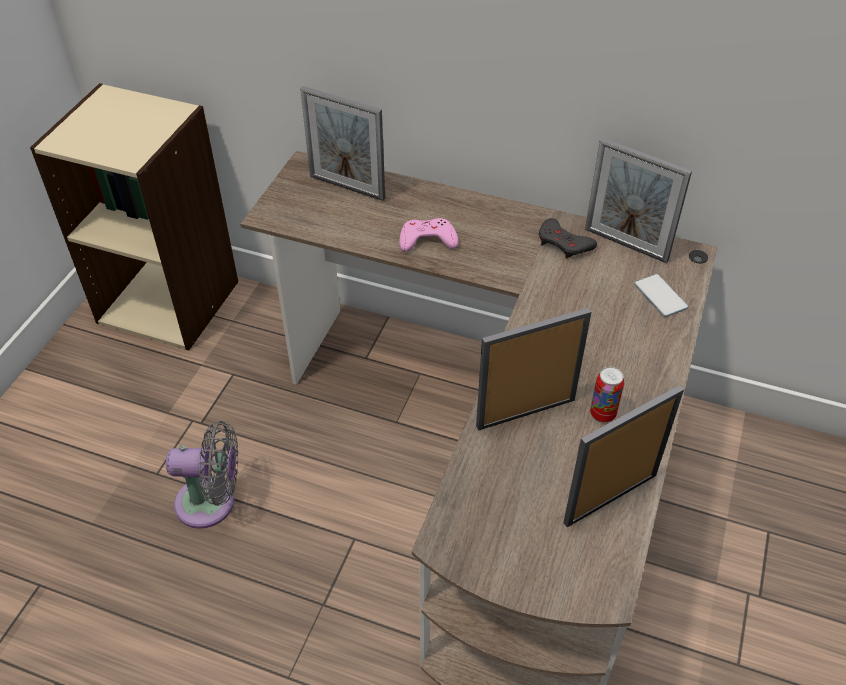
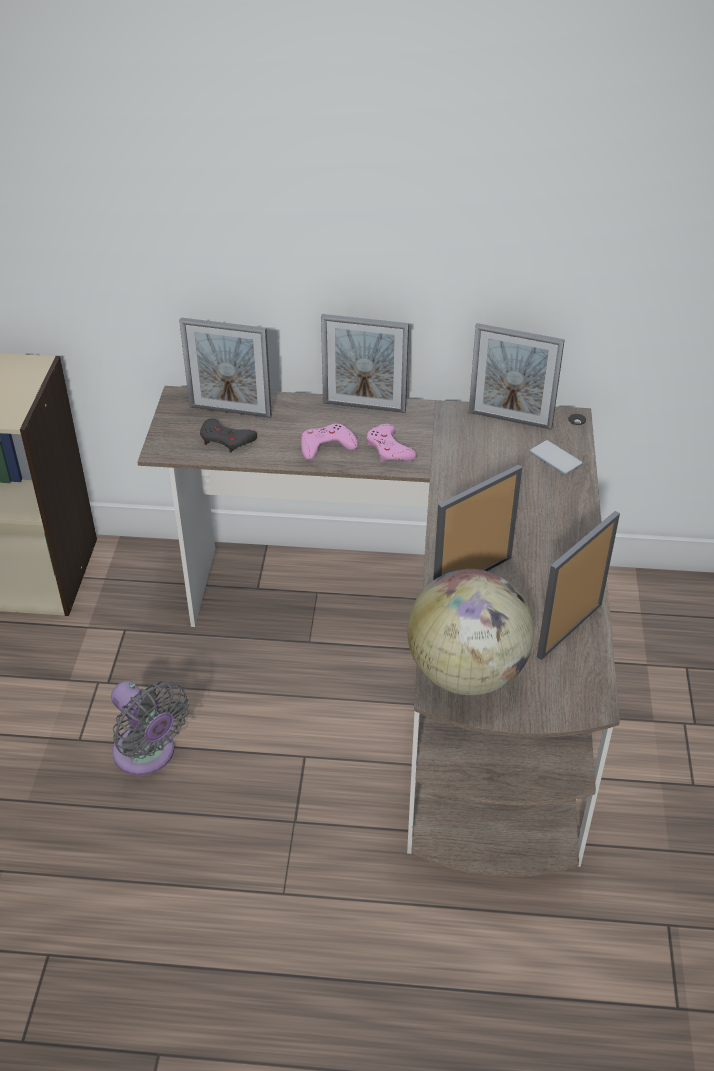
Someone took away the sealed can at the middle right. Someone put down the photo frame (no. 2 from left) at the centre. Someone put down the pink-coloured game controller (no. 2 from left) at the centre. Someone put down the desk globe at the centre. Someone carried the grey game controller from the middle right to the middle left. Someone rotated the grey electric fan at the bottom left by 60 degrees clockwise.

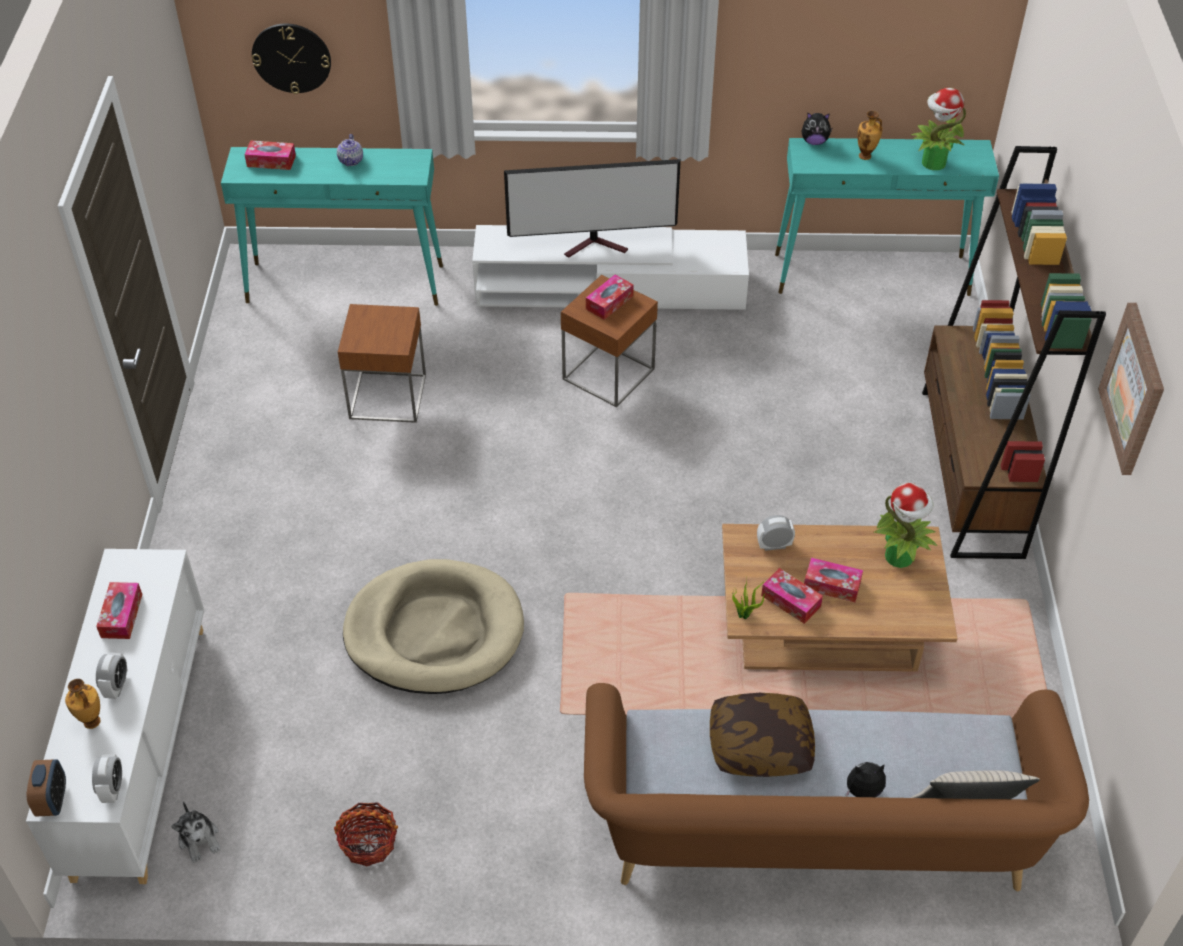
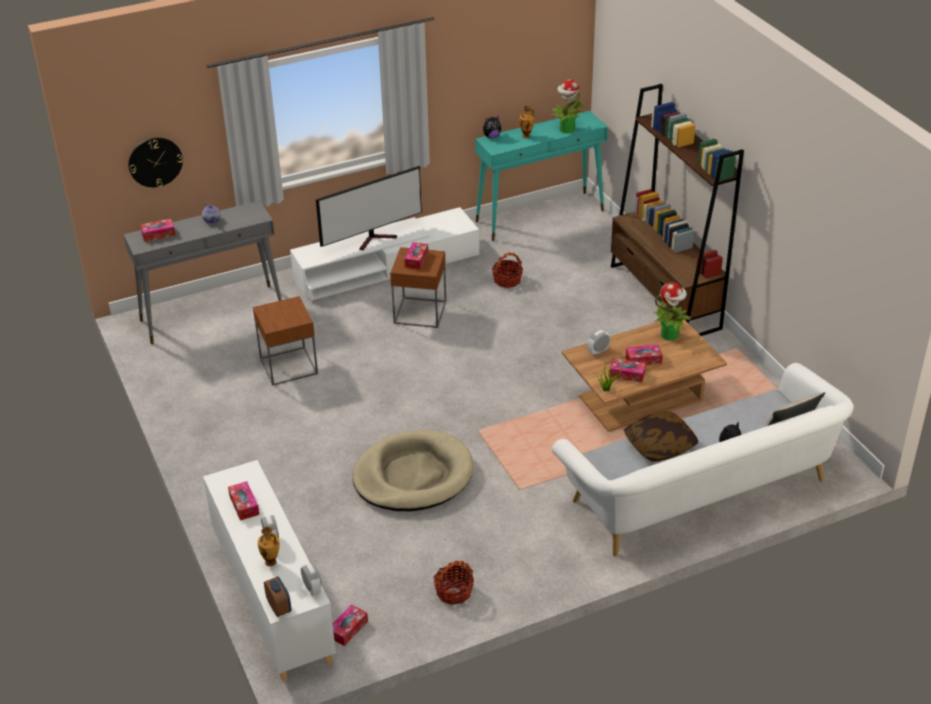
Someone took away the wall art at the middle right. Someone put down the basket (no. 2 from left) at the centre. Someone swapped the soft toy (no. 1 from left) at the bottom left for the box of tissues (no. 3 from left) at the bottom centre. Someone repainted the turquoise hall table (no. 1 from left) at the top left, which became the grey hall table at the middle left. Someone repainted the brown-coloured settee at the bottom right, which became the white-coloured settee at the middle right.

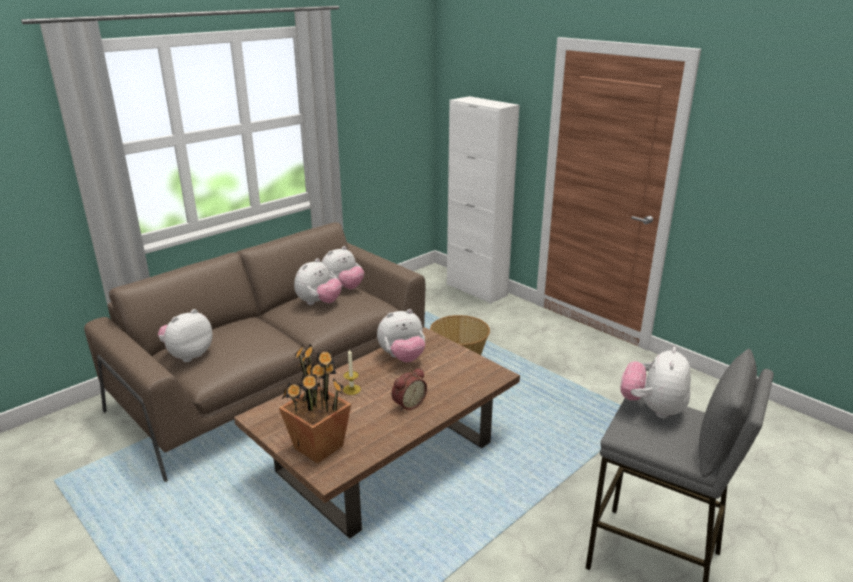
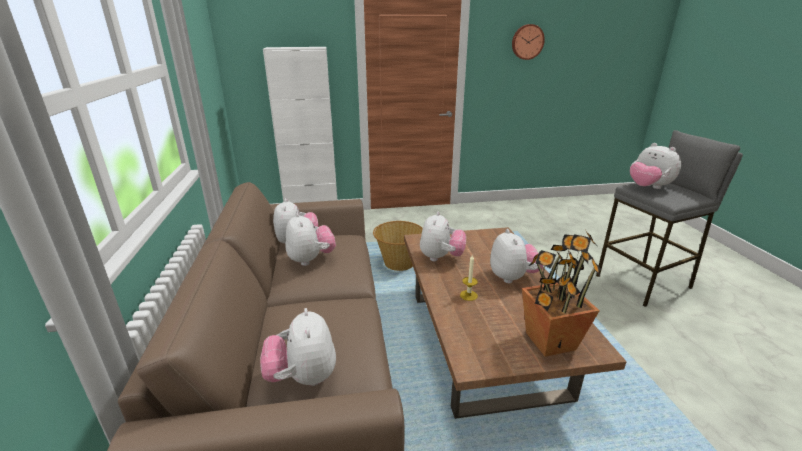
Someone put up the hanging clock at the top centre. Someone swapped the bedside clock at the bottom centre for the soft toy (no. 5 from left) at the centre.

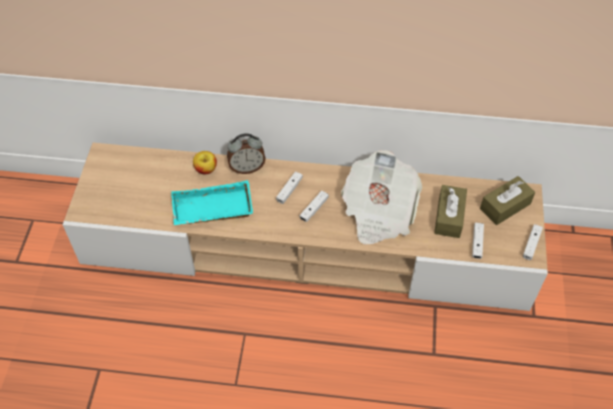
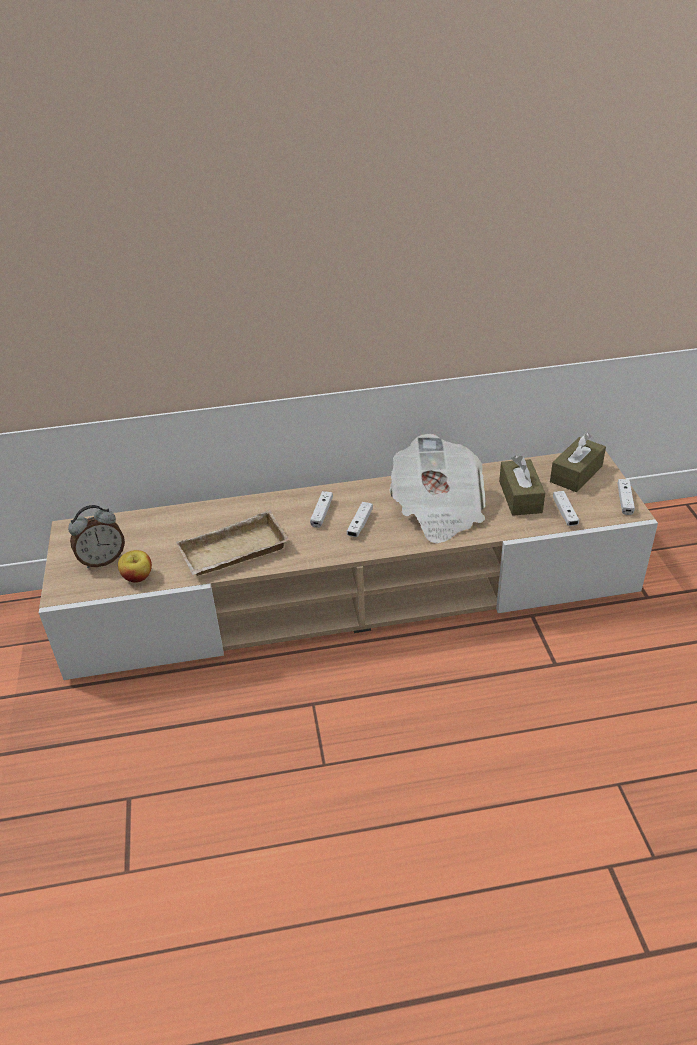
Someone carried the apple from the centre to the middle left. Someone carried the bedside clock from the centre to the middle left. Someone repainted the turquoise carrying tray at the centre, which became the beige carrying tray at the centre.

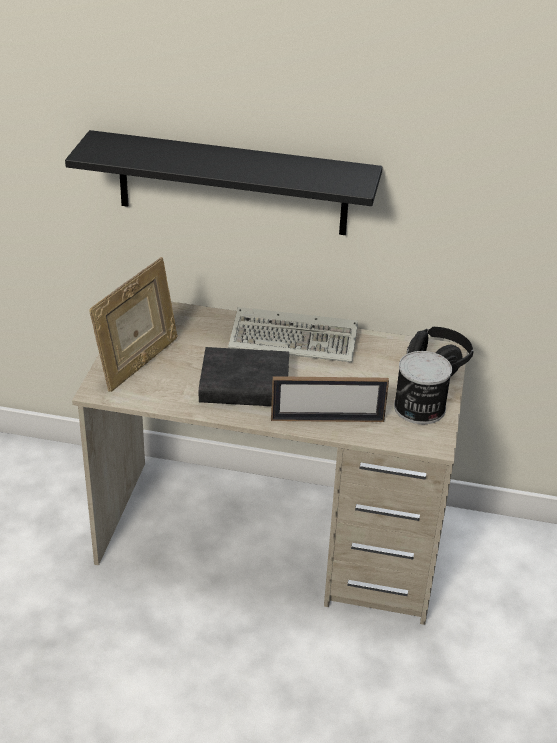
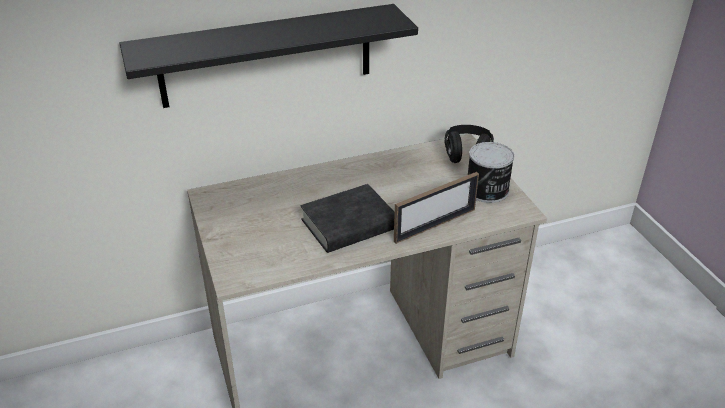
Someone took away the photo frame (no. 1 from left) at the middle left. Someone took away the PC keyboard at the centre.

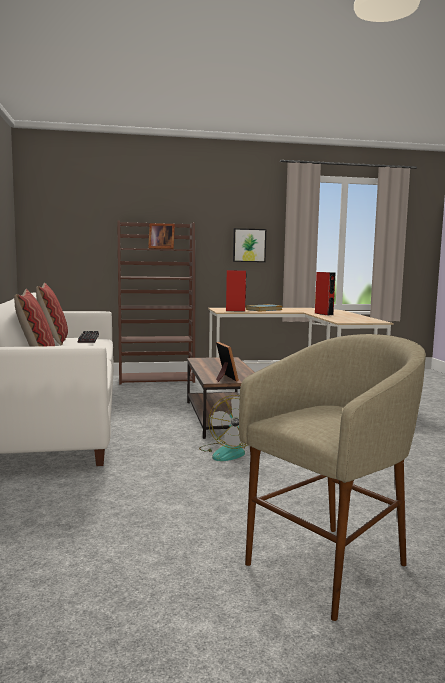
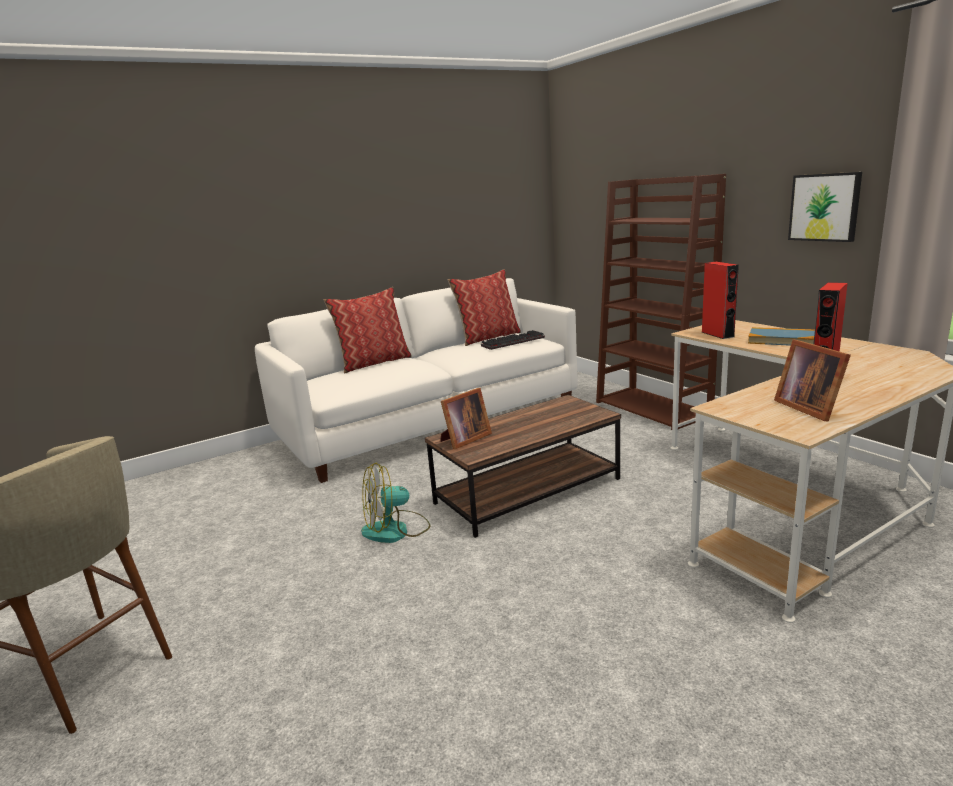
Someone carried the photo frame (no. 1 from left in the first image) from the centre to the middle right.

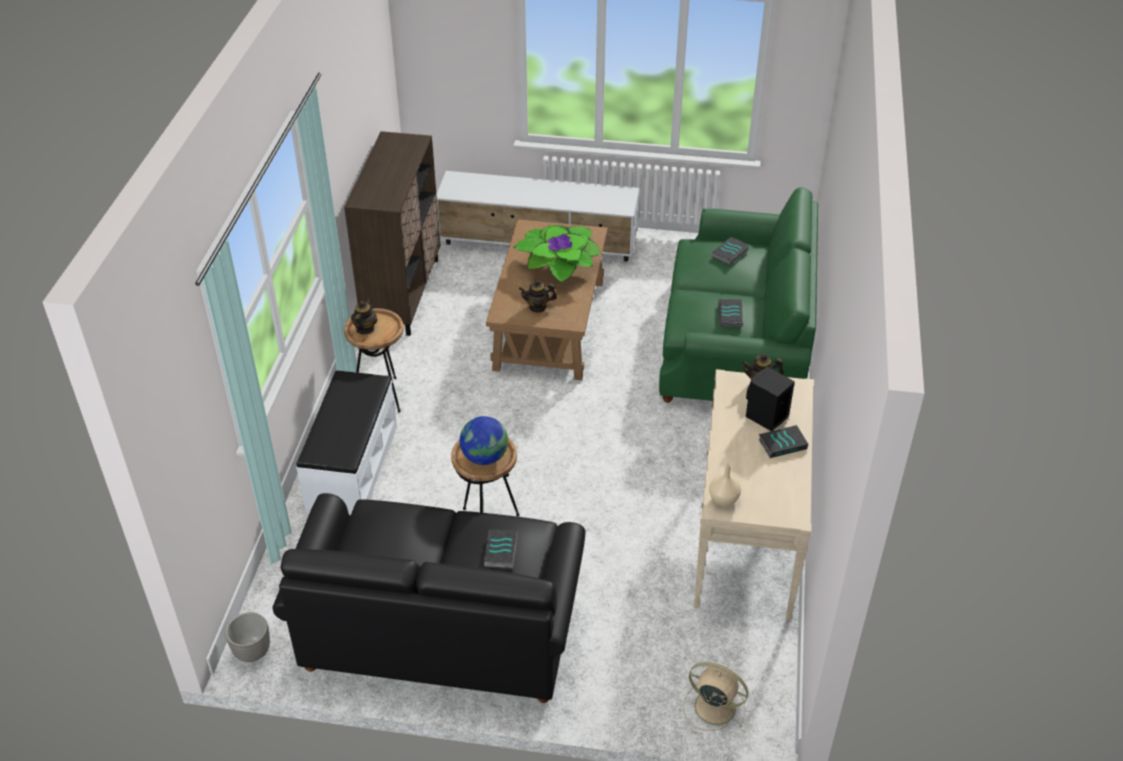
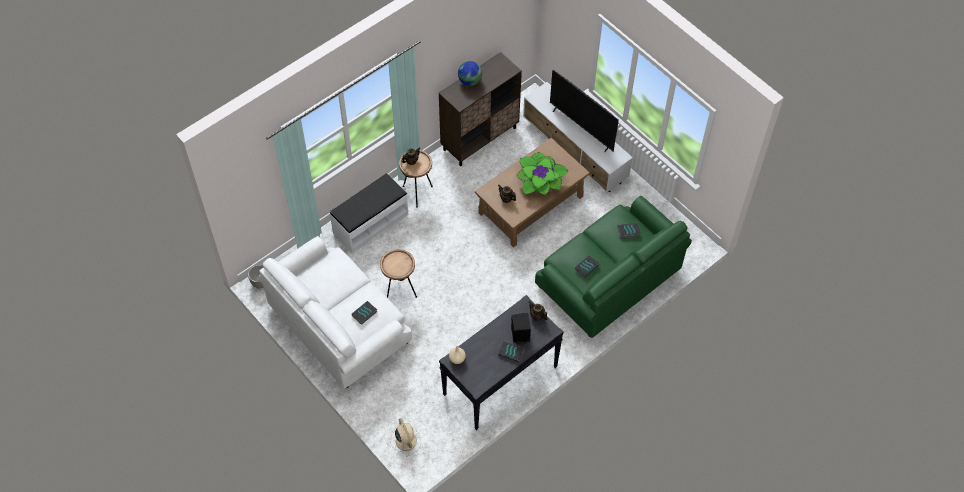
Someone put down the TV set at the top centre. Someone carried the desk globe from the centre to the top centre. Someone repainted the black settee at the bottom centre, which became the white-coloured settee at the centre. Someone repainted the beige hall table at the middle right, which became the black hall table at the bottom centre.

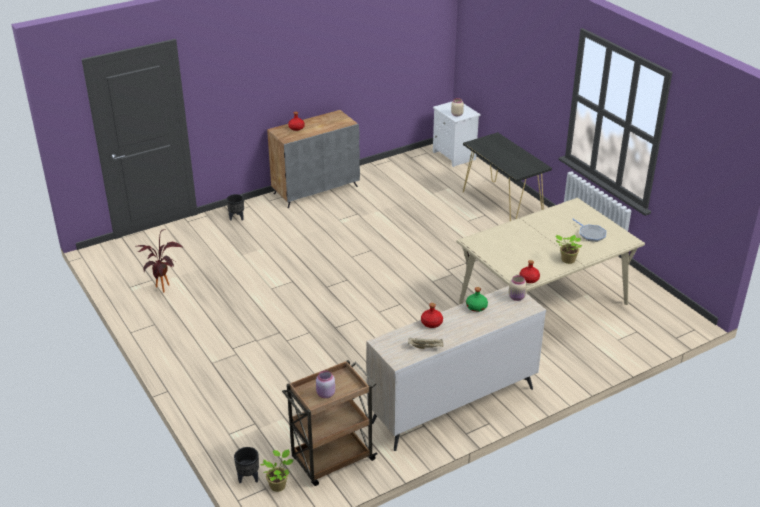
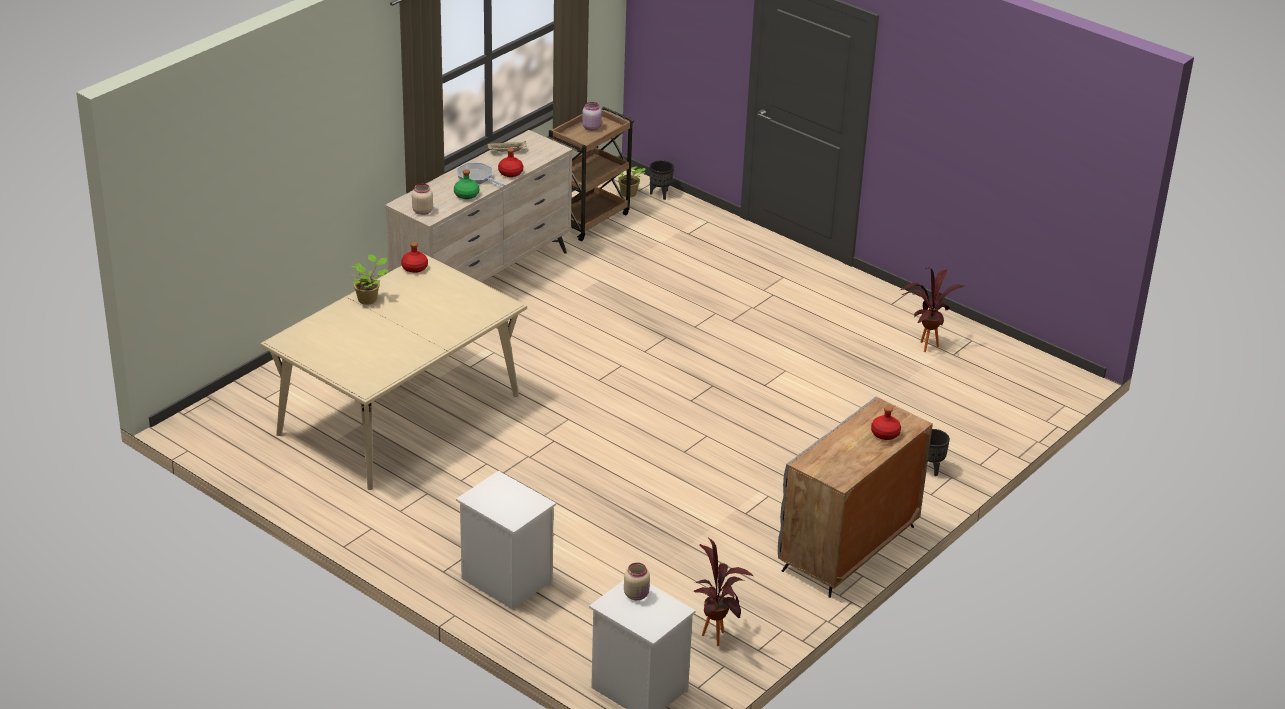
Someone put down the houseplant (no. 3 from left) at the bottom centre. Someone carried the skillet from the middle right to the top centre. Someone swapped the black hall table at the middle right for the white-coloured night table (no. 1 from left) at the bottom centre.

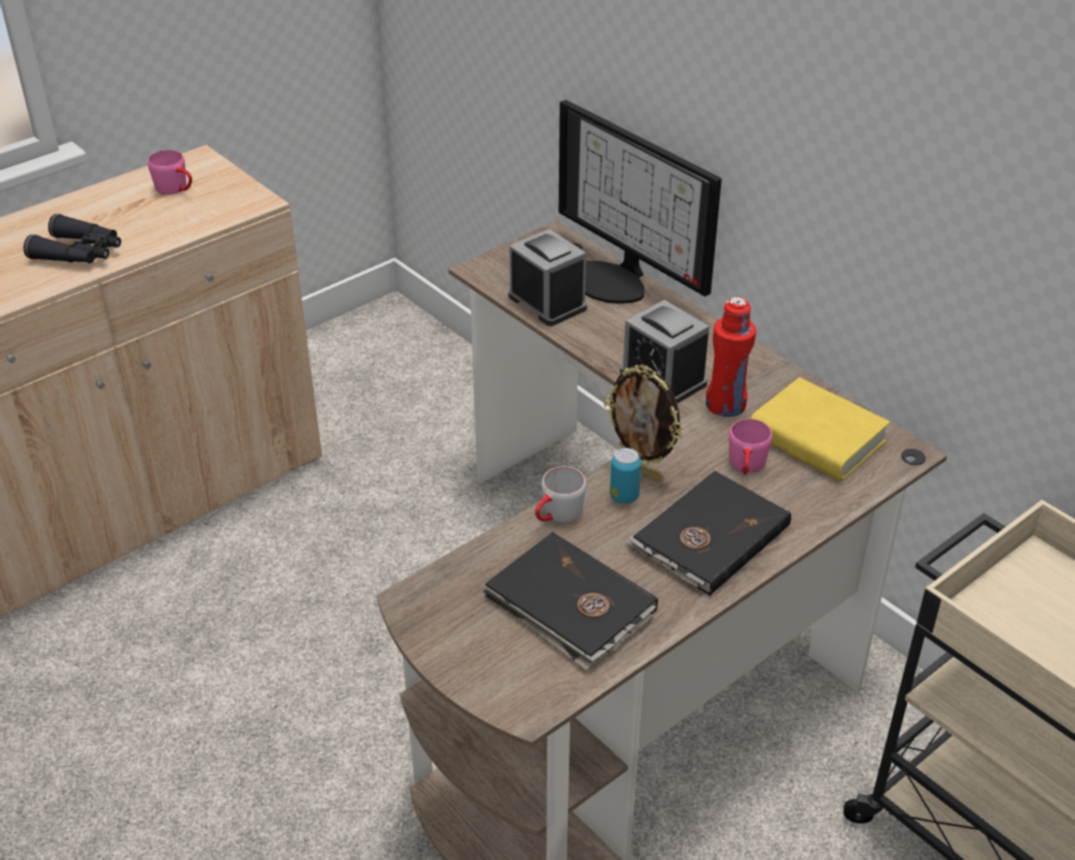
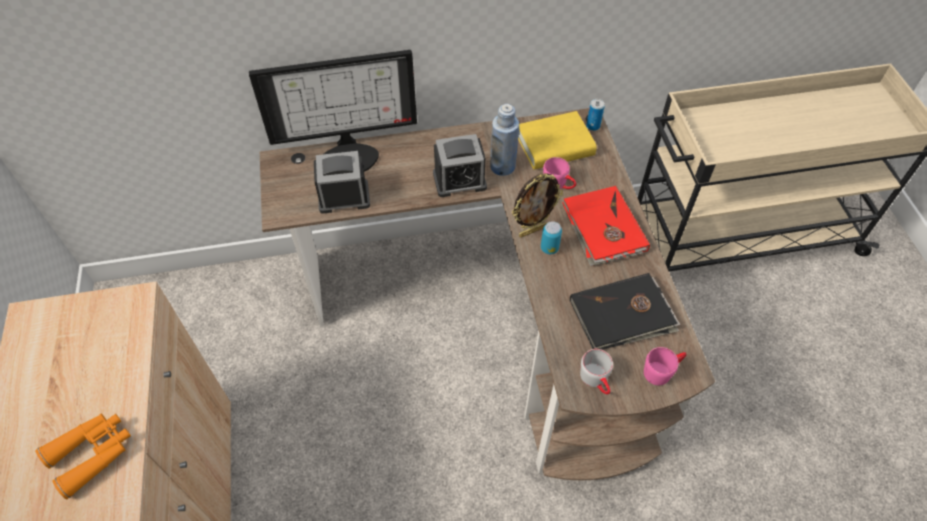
Someone put down the sealed can (no. 2 from left) at the top centre. Someone carried the pink-coloured tea mug (no. 1 from left in the first image) from the top left to the bottom right. Someone carried the grey tea mug from the centre to the bottom centre. Someone repainted the black field glasses at the top left, which became the orange-coloured field glasses at the bottom left. Someone repainted the black bound book (no. 2 from left) at the centre, which became the red bound book at the centre. Someone repainted the red drink bottle at the middle right, which became the blue drink bottle at the top centre.

